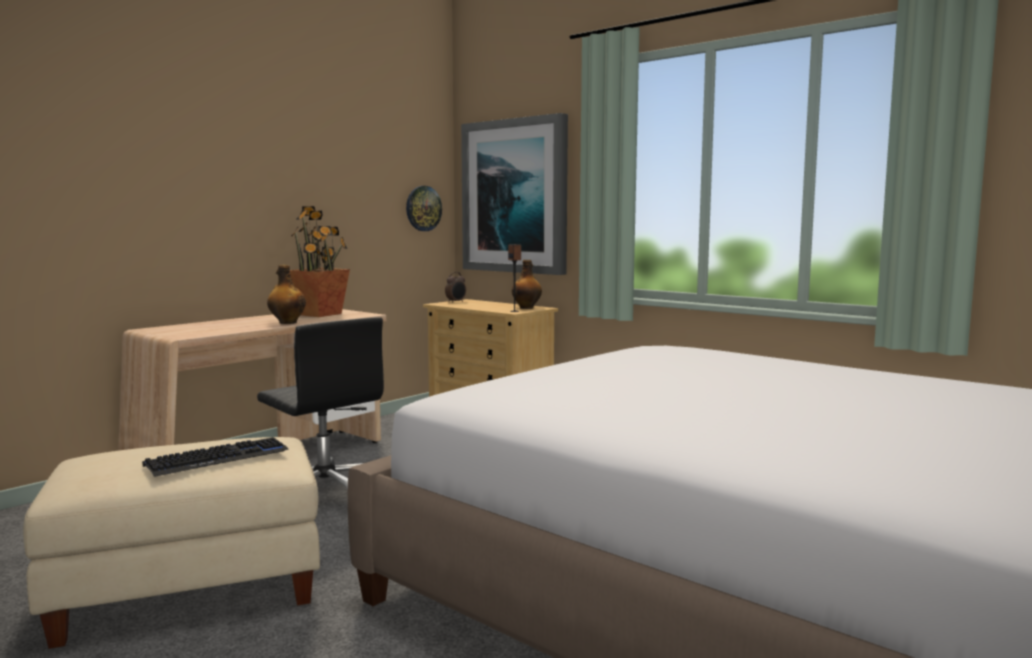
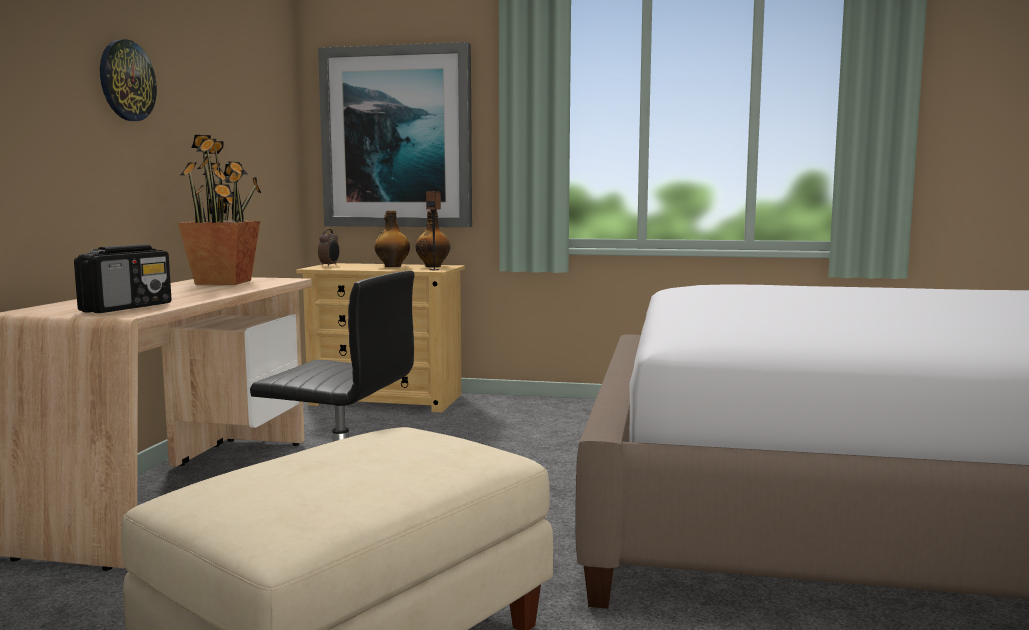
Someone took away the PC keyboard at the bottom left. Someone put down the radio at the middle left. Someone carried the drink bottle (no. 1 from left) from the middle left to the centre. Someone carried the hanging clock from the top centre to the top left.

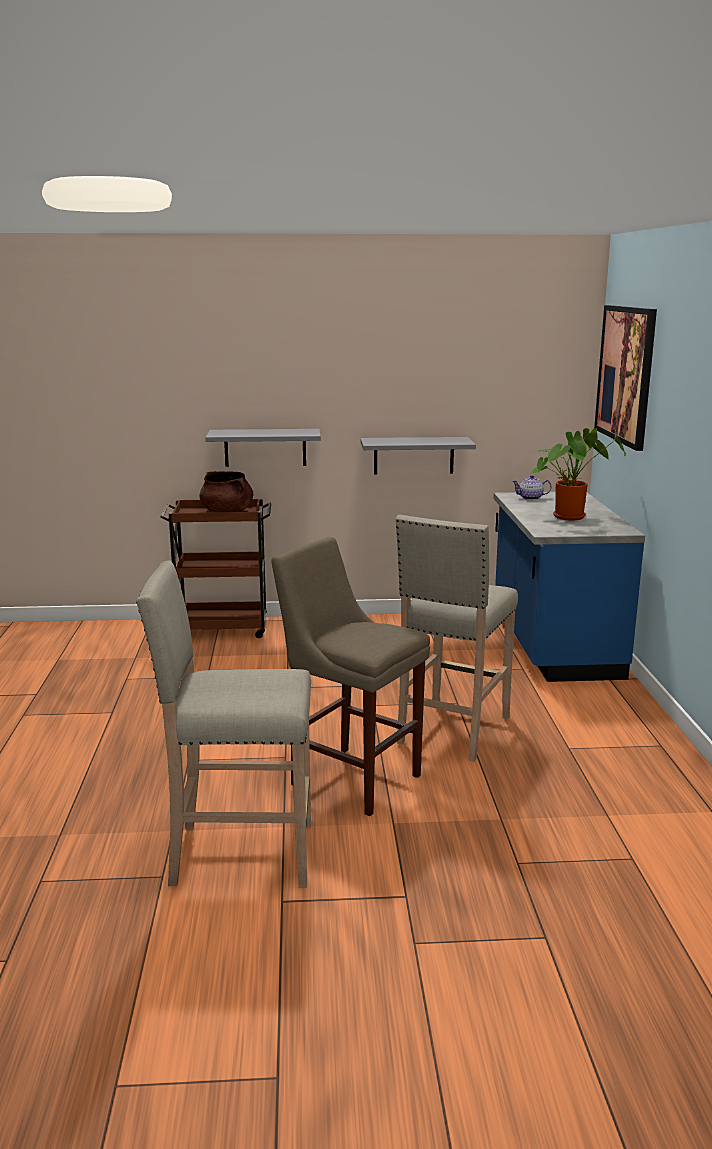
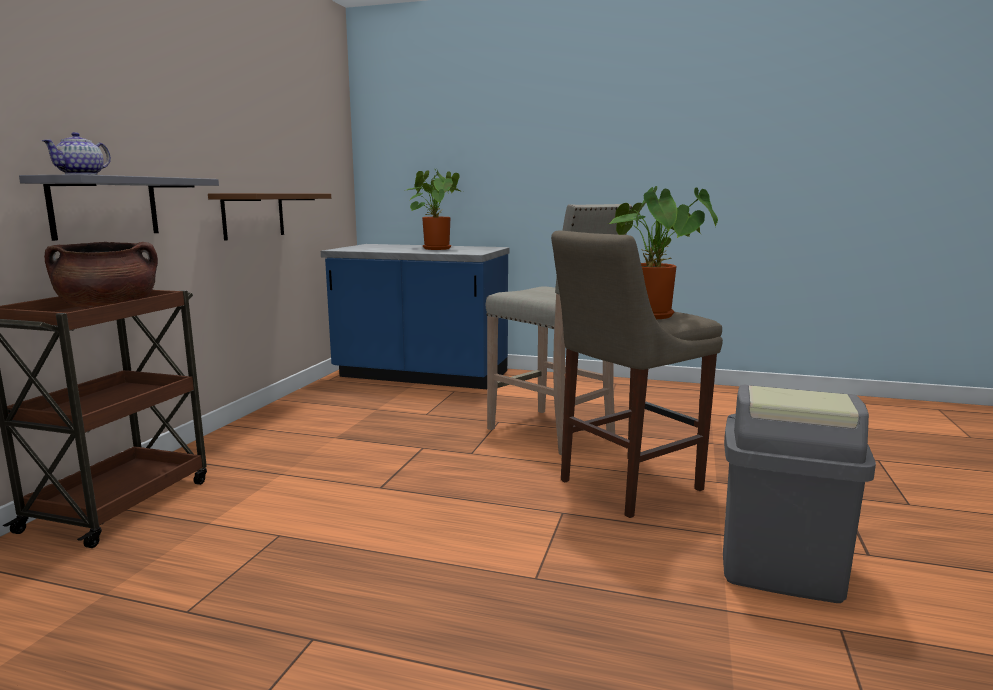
Someone took away the wall art at the top right. Someone put down the houseplant (no. 2 from left) at the middle right. Someone carried the pot for tea from the middle right to the top left. Someone swapped the beige stool (no. 1 from left) at the middle left for the grey trash can at the bottom right. Someone repainted the grey shelf (no. 2 from left) at the centre, which became the brown-coloured shelf at the top left.

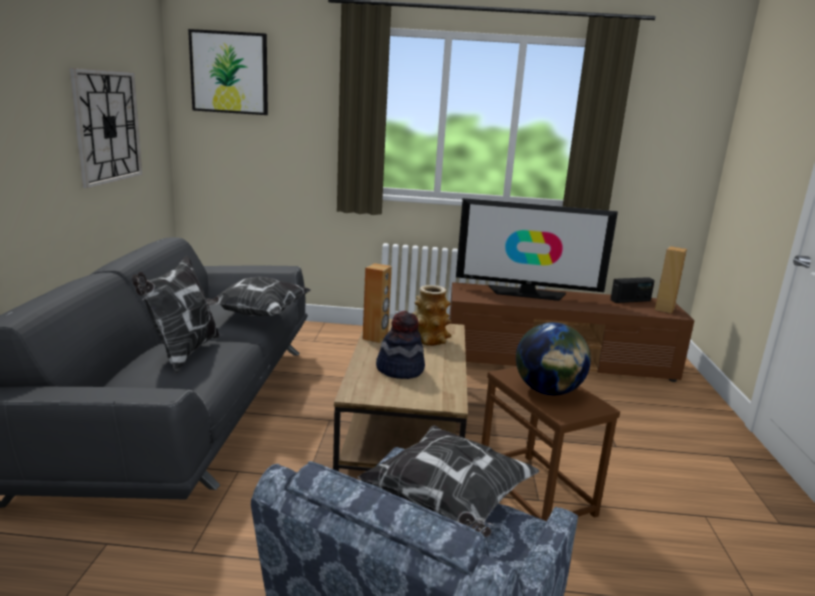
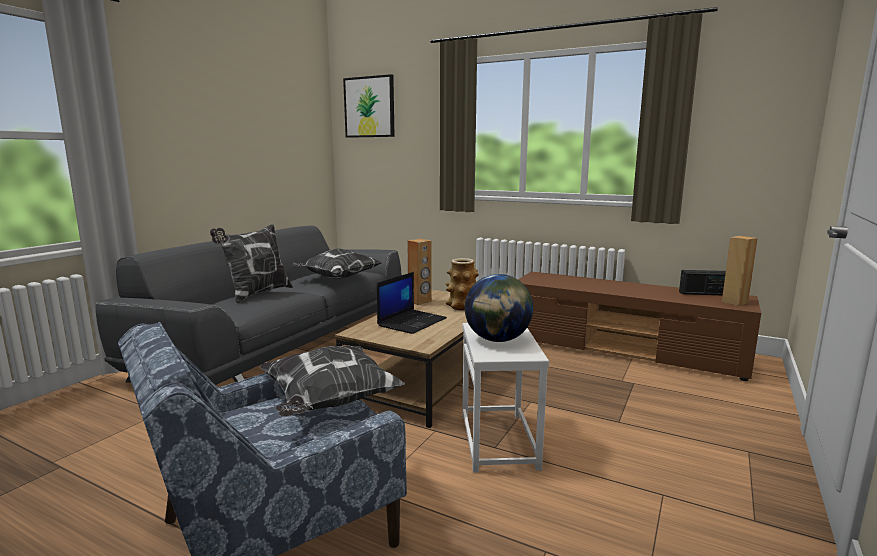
Someone took away the hanging clock at the top left. Someone took away the TV set at the centre. Someone swapped the hat at the centre for the portable computer at the centre. Someone repainted the brown-coloured accent table at the bottom right, which became the white-coloured accent table at the bottom centre.

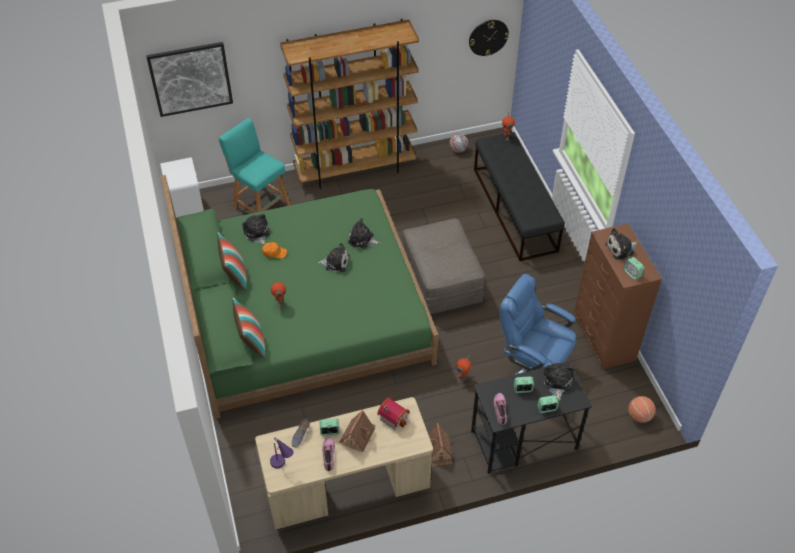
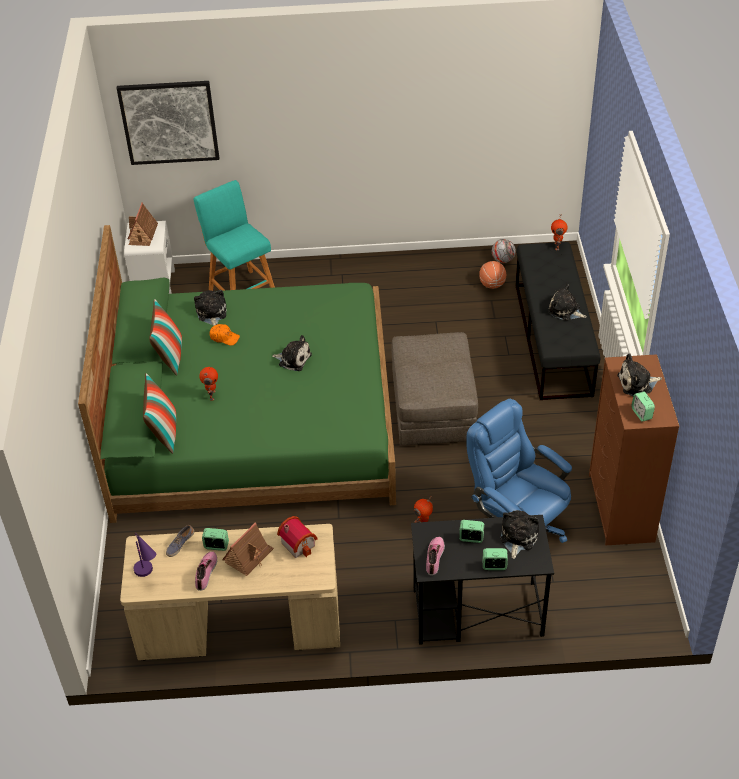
Someone took away the brown-coloured bookshelf at the top centre. Someone took away the hanging clock at the top centre. Someone carried the soft toy (no. 3 from left in the first image) from the centre to the middle right. Someone carried the model house (no. 3 from left in the first image) from the bottom centre to the top left. Someone carried the basketball from the bottom right to the centre.

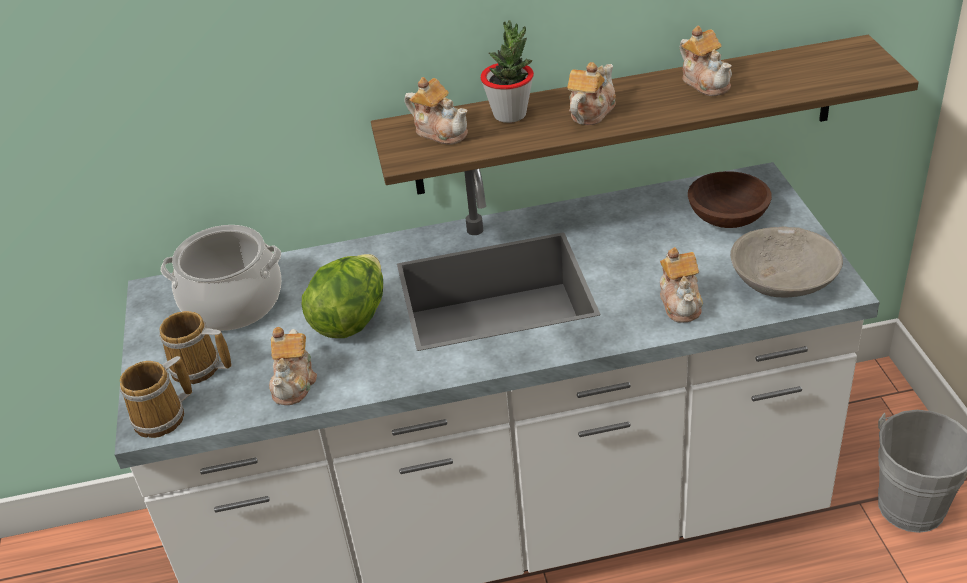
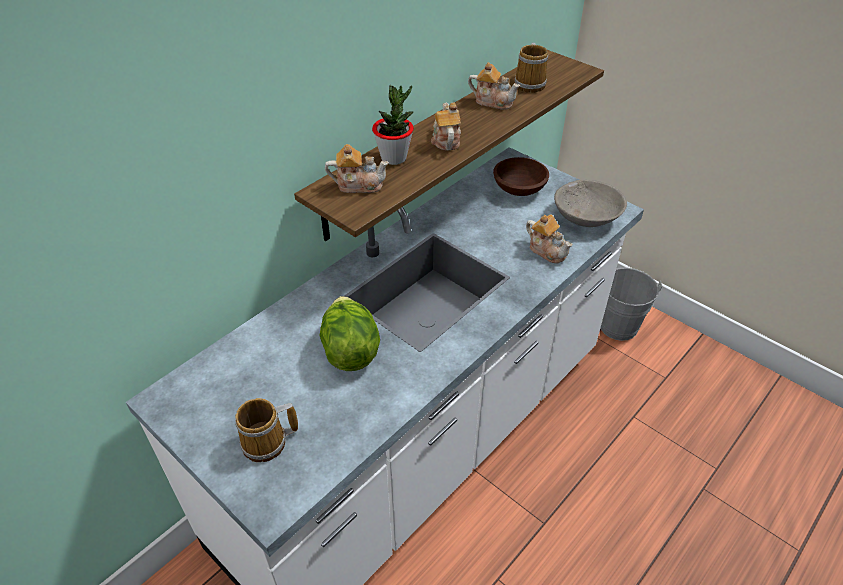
Someone took away the cooking pot at the middle left. Someone took away the pot for tea (no. 1 from left) at the middle left. Someone carried the tea mug (no. 1 from left in the first image) from the bottom left to the top centre.

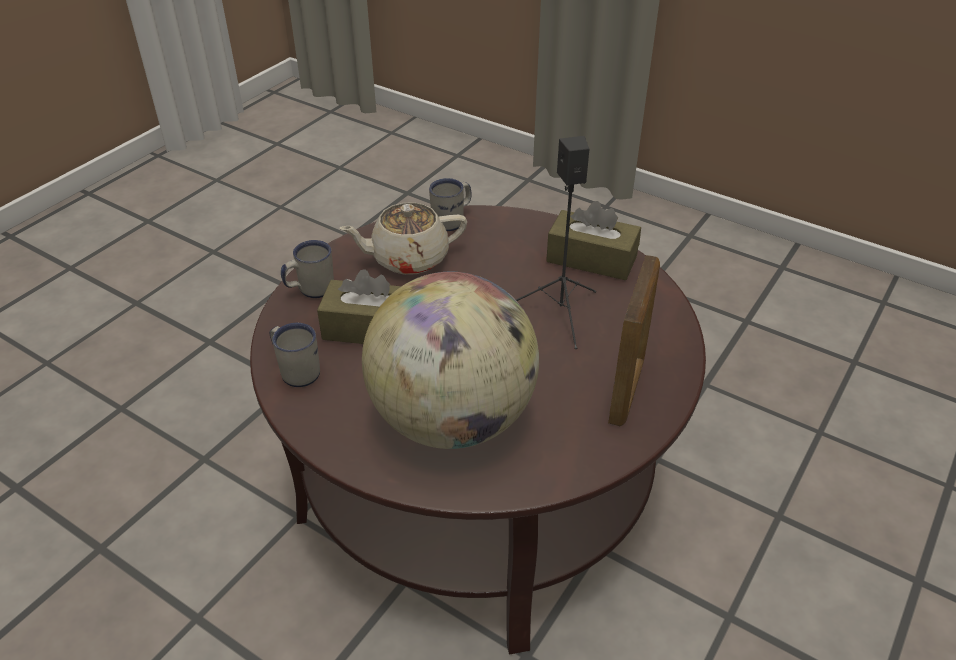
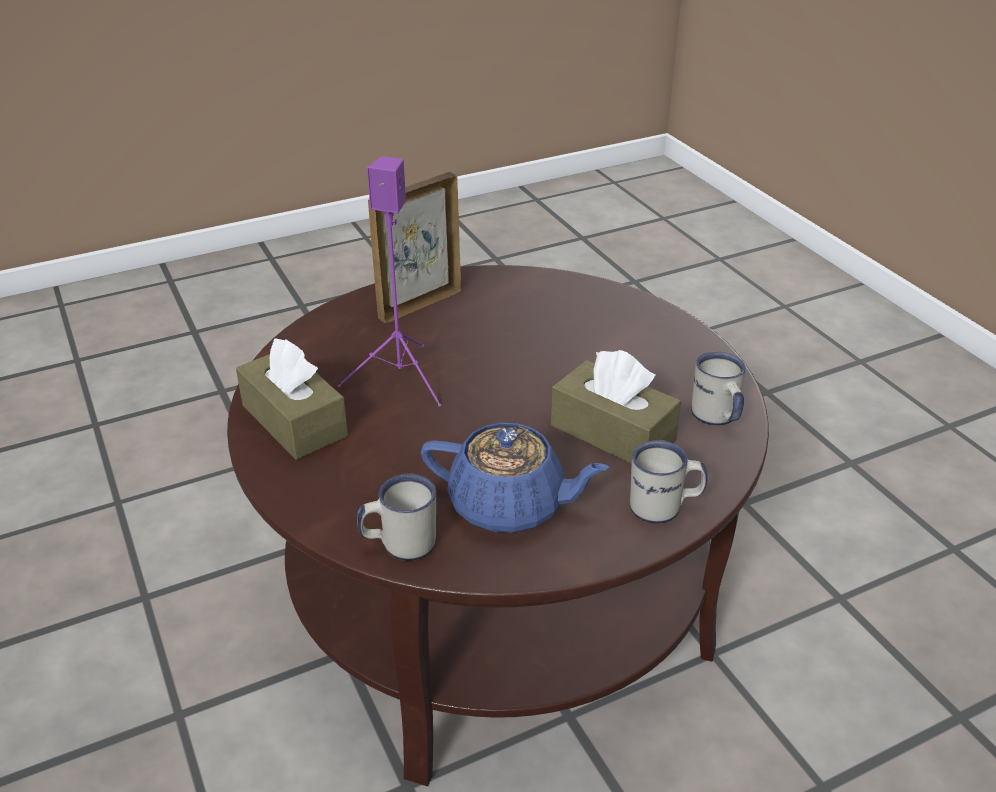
Someone took away the desk globe at the centre. Someone repainted the beige pot for tea at the centre, which became the blue pot for tea at the centre. Someone repainted the black speaker at the centre, which became the purplish speaker at the centre.

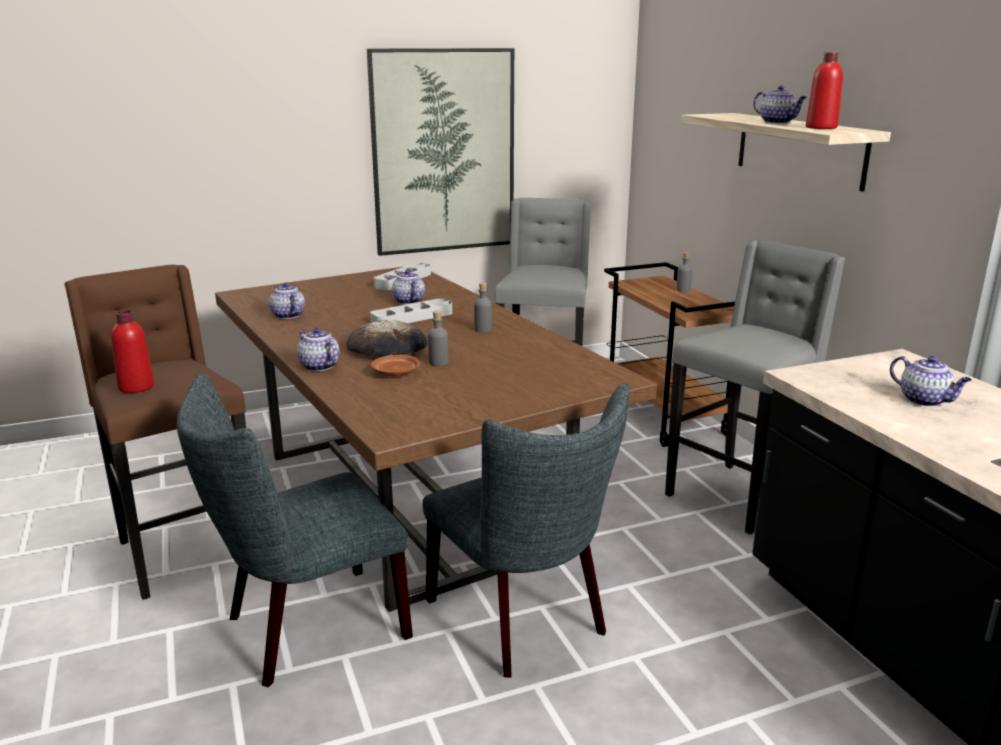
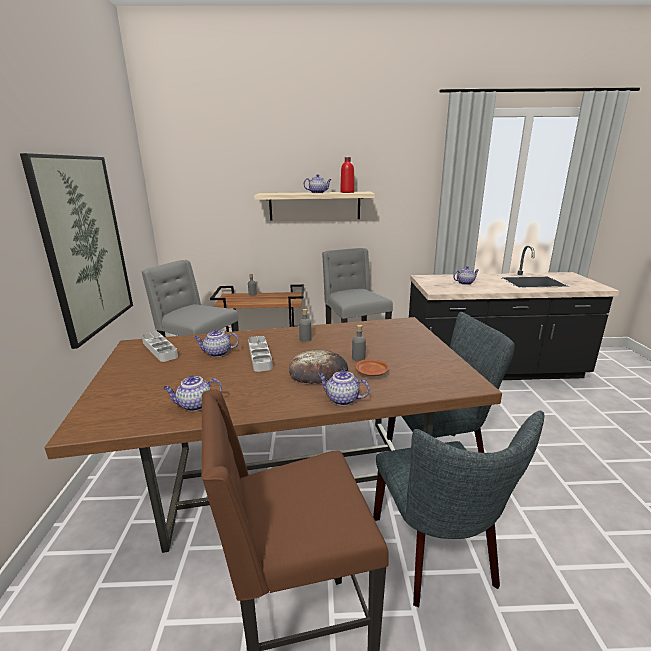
Someone took away the red drink bottle (no. 1 from left) at the middle left. Someone rotated the pot for tea (no. 2 from left in the first image) at the middle left by 45 degrees clockwise.

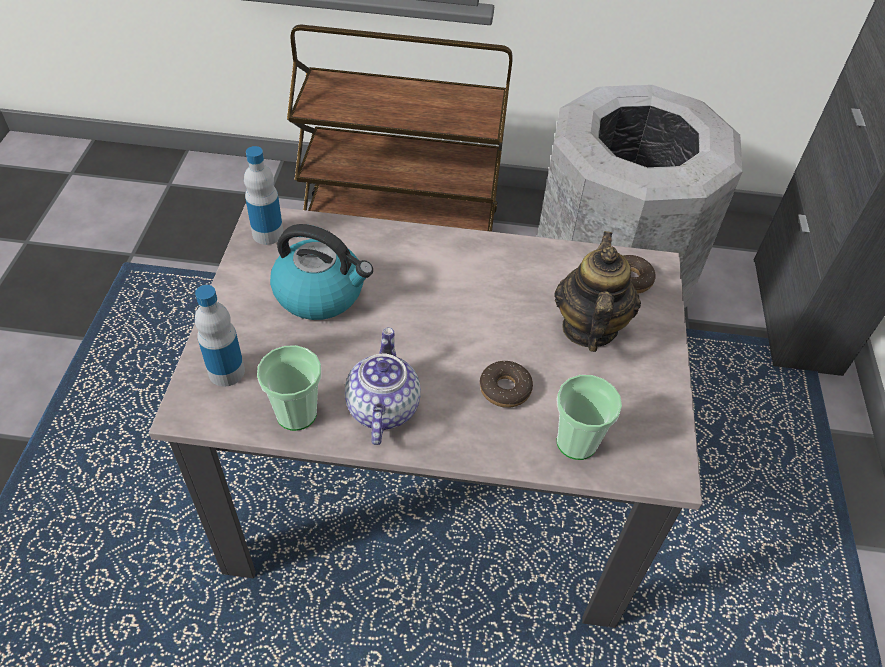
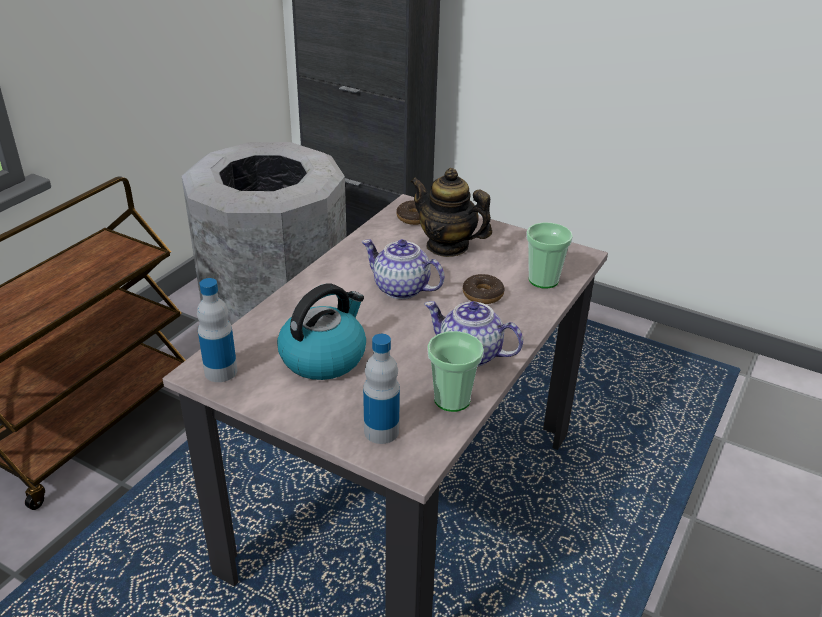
Someone put down the pot for tea (no. 1 from left) at the centre.

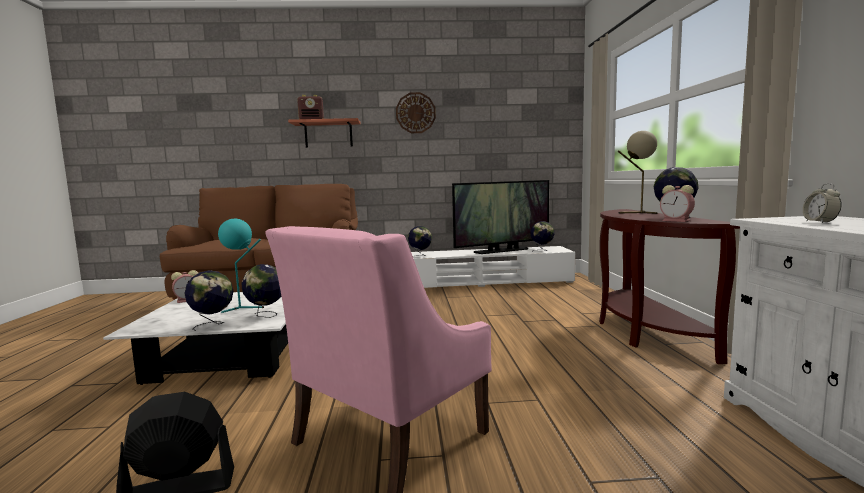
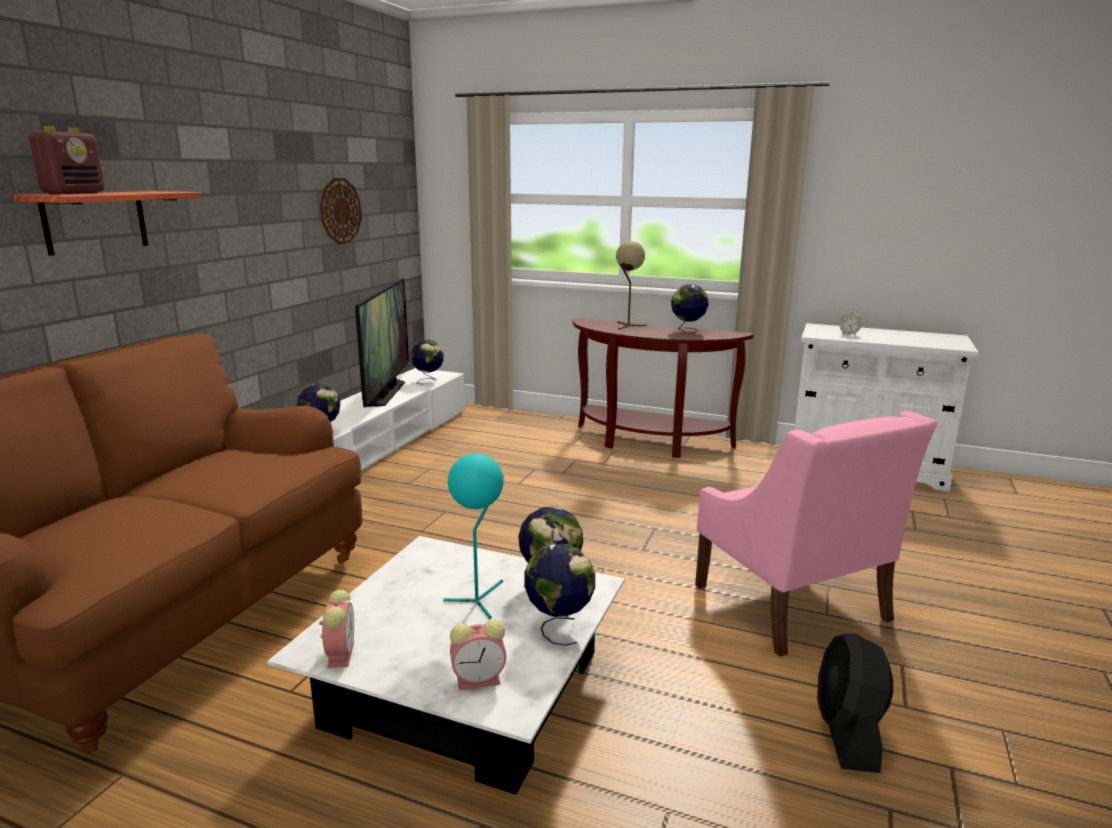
Someone carried the hanging clock from the top centre to the top left. Someone carried the bedside clock (no. 2 from left) from the middle right to the bottom centre.

